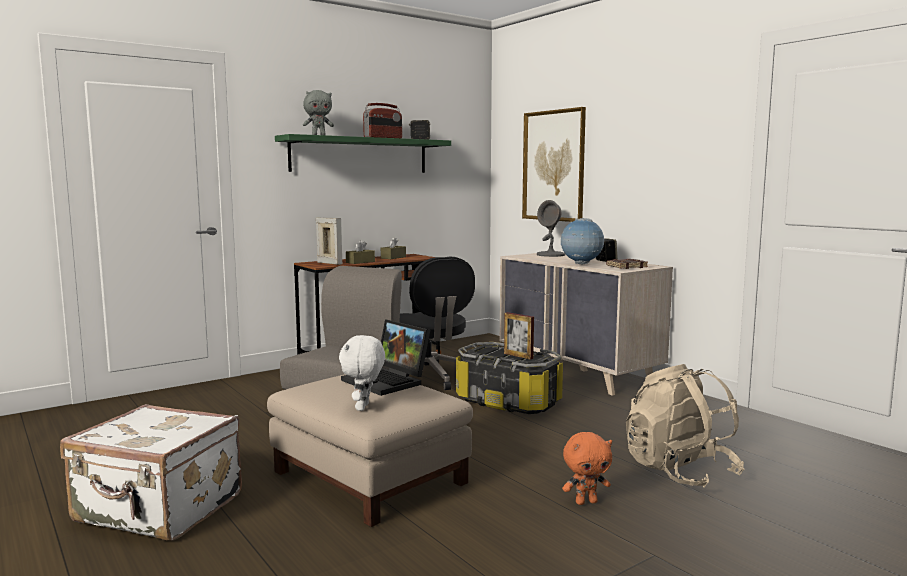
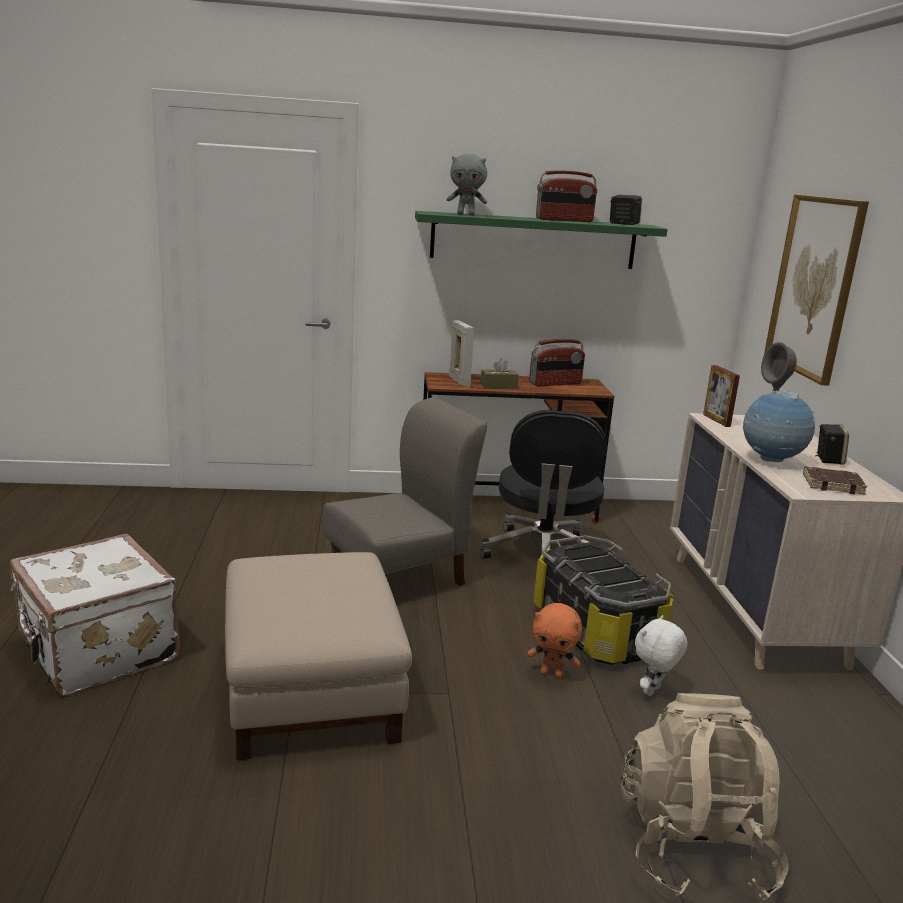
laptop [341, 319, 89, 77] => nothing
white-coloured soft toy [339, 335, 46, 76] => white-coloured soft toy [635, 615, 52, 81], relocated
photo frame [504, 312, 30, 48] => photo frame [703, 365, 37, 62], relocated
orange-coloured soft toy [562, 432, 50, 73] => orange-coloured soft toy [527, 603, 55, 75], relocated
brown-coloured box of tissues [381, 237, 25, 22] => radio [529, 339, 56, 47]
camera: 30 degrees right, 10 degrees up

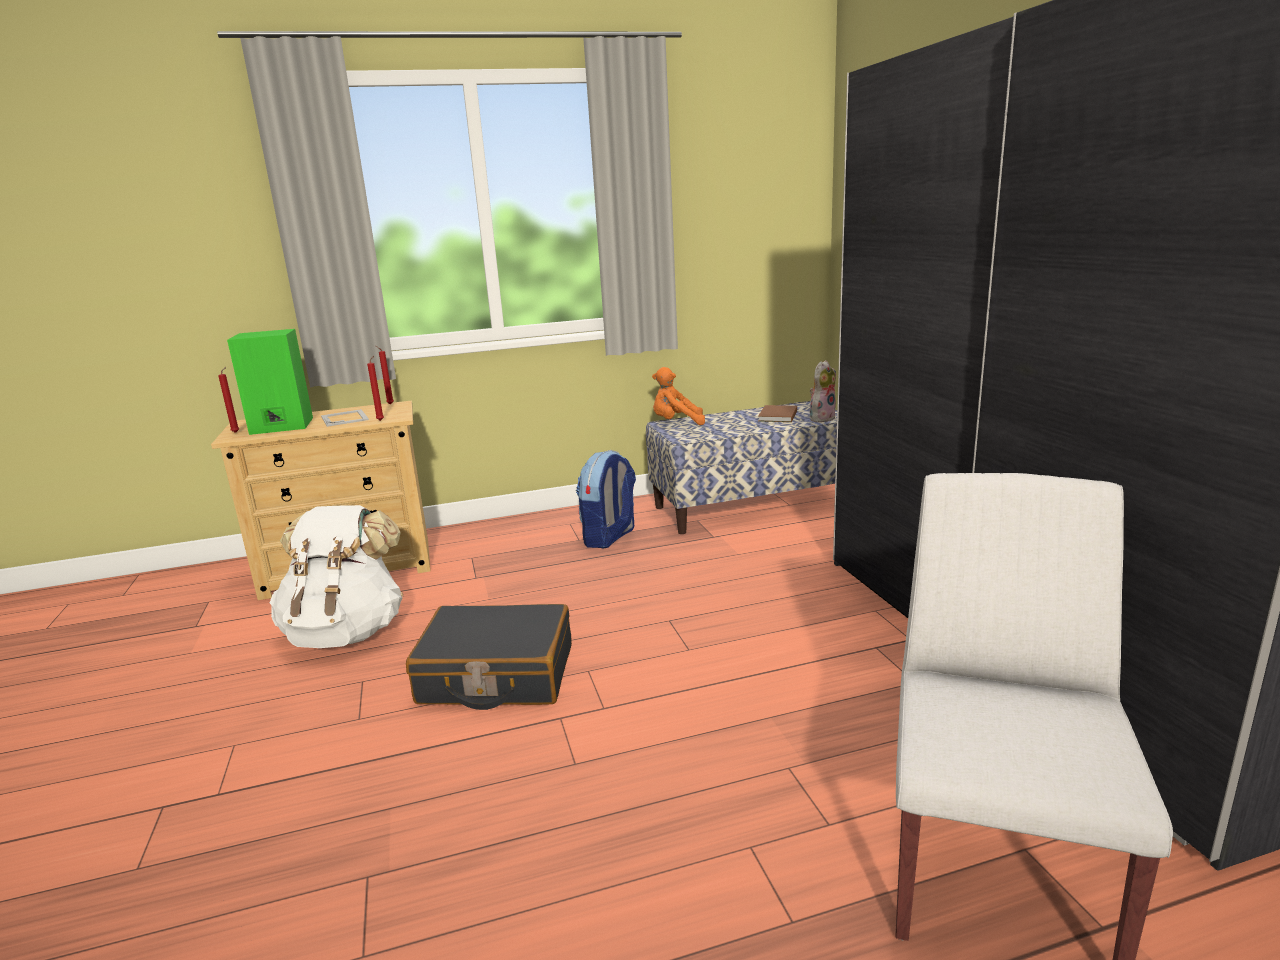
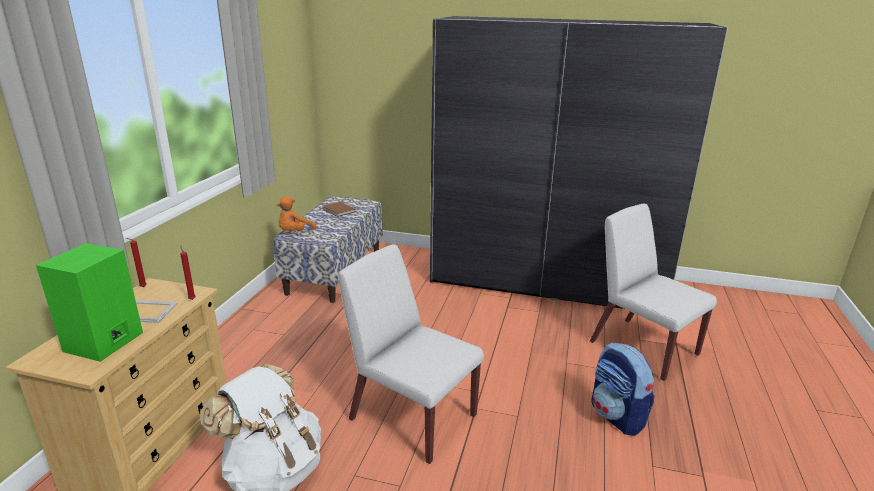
reddish candle [218, 367, 21, 66] => nothing
soft toy [810, 360, 26, 62] => nothing
knapsack [576, 450, 60, 98] => knapsack [591, 342, 63, 94], relocated
black suitcase [406, 604, 166, 106] => white-coloured plain chair [338, 244, 146, 220]
camera: 60 degrees left, 5 degrees up

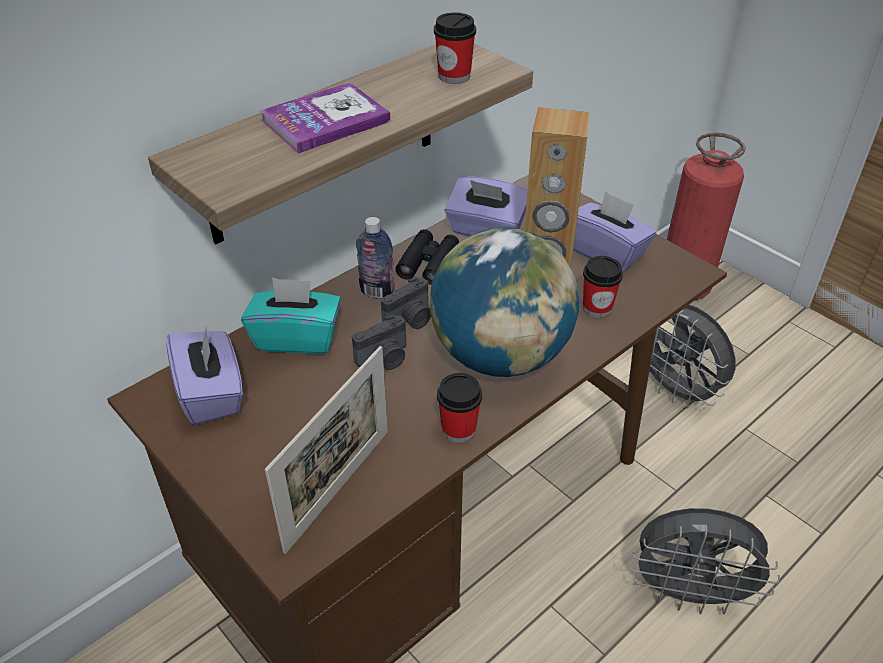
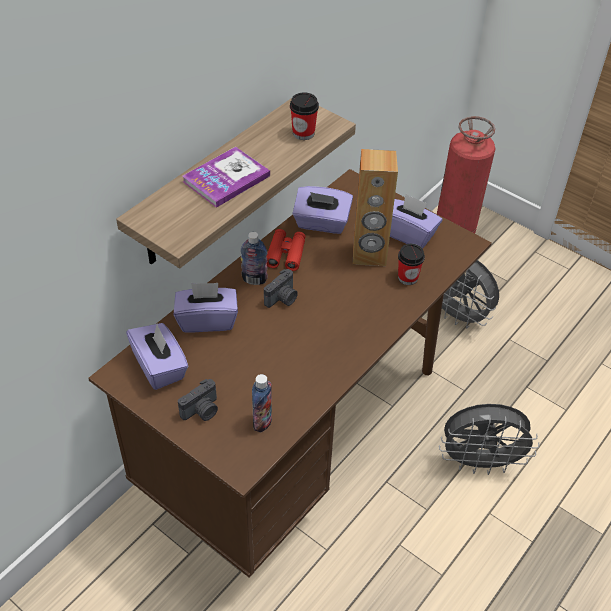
world globe [429, 227, 150, 150] => nothing
drinking cup [437, 373, 45, 70] => nothing
still camera [352, 314, 54, 56] => still camera [178, 379, 40, 42], relocated
photo frame [265, 346, 123, 208] => bottle [252, 374, 20, 58]
turquoise box of tissues [241, 277, 100, 77] => purple box of tissues [174, 283, 64, 50]
black pair of binoculars [395, 229, 64, 56] => reddish pair of binoculars [267, 229, 39, 42]
camera: 10 degrees left, 5 degrees up

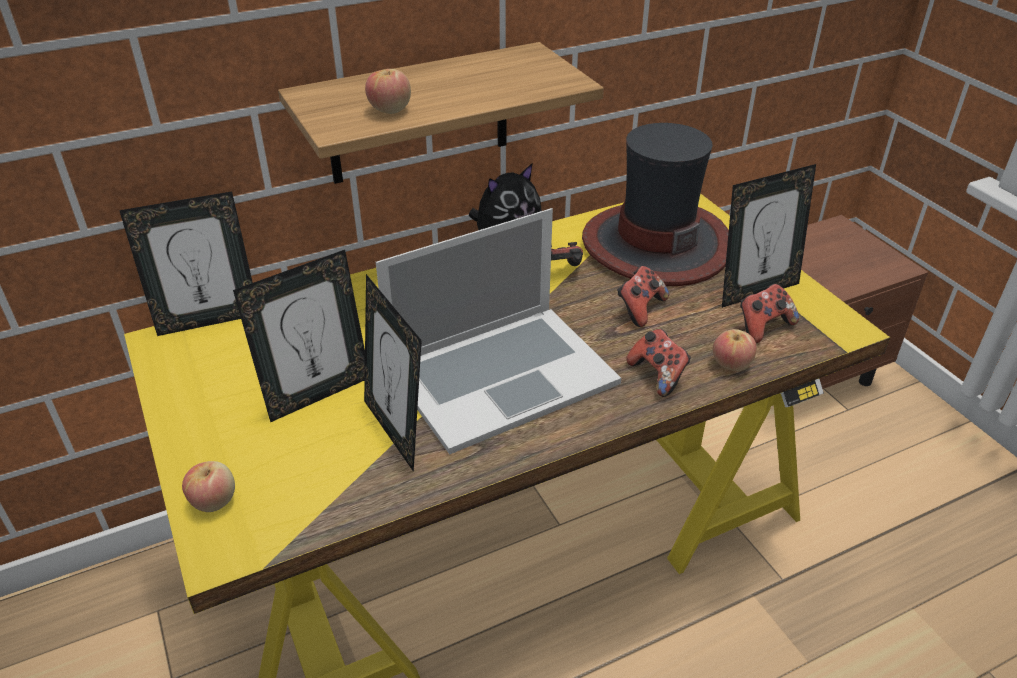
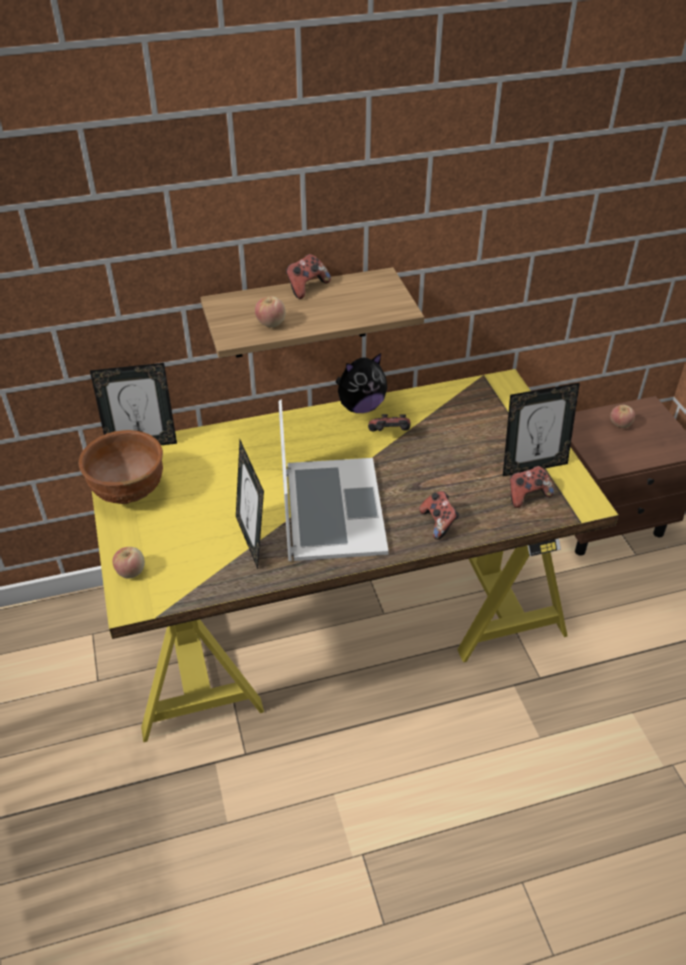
photo frame [233, 250, 132, 172] => nothing
clothing hat [582, 123, 147, 163] => nothing
nothing => brown-coloured bowl [79, 430, 84, 74]
gamepad [617, 266, 52, 61] => gamepad [286, 254, 45, 45], relocated
whole apple [713, 329, 44, 42] => whole apple [610, 405, 25, 23], relocated
laptop [376, 208, 245, 247] => laptop [278, 400, 111, 161], 75 degrees counterclockwise
camera: 10 degrees right, 5 degrees up

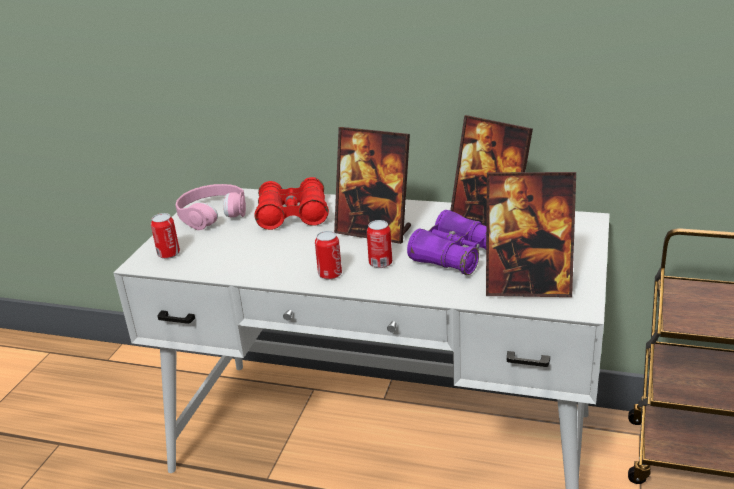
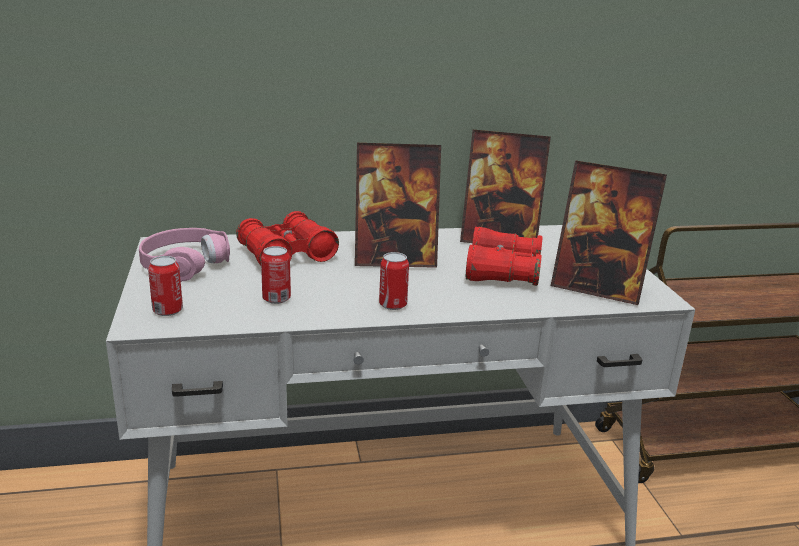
sealed can [367, 220, 25, 48] => sealed can [261, 246, 30, 58], relocated
purple pair of binoculars [407, 210, 79, 65] => reddish pair of binoculars [466, 227, 77, 59]
photo frame [486, 172, 90, 125] => photo frame [551, 161, 116, 144], 45 degrees clockwise
camera: 30 degrees left, 5 degrees down

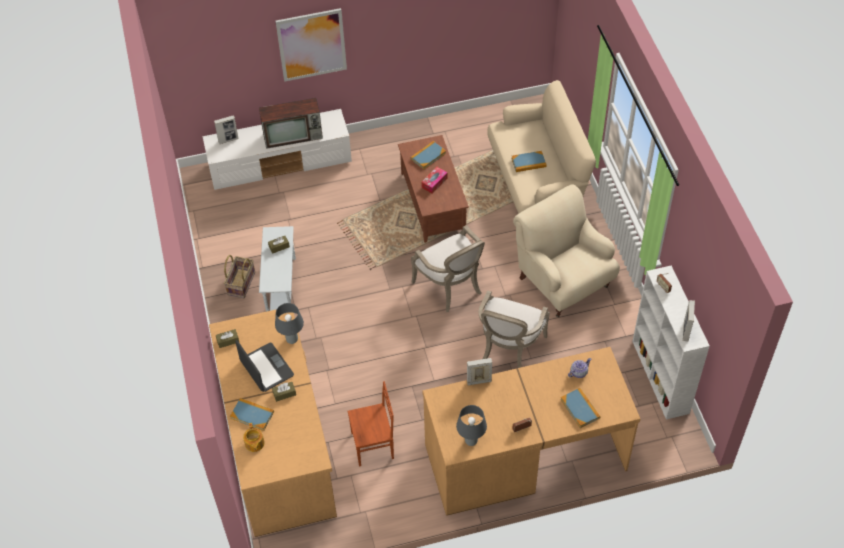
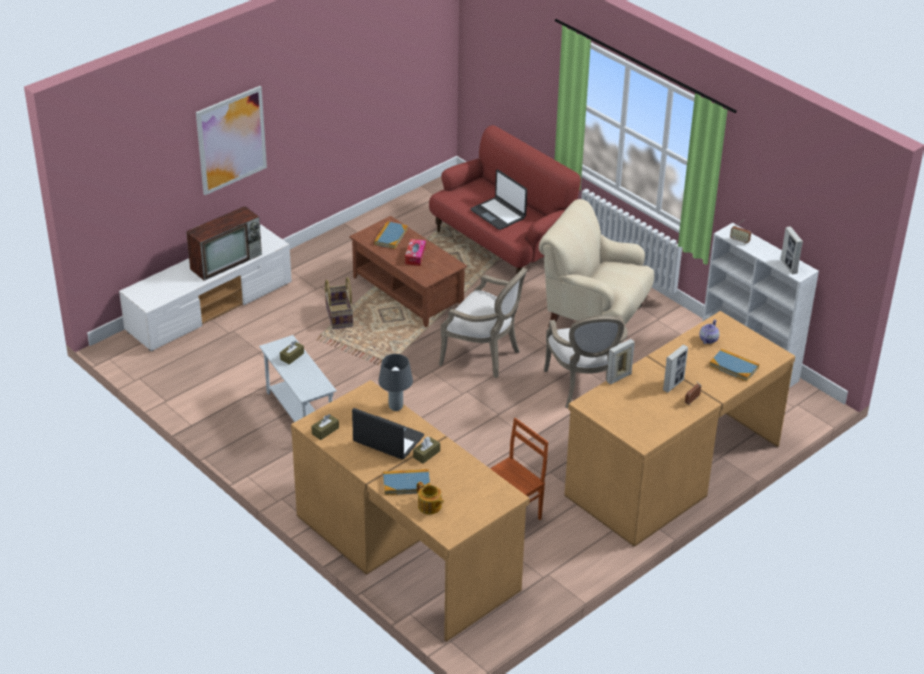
gray table lamp [456, 405, 31, 41] => nothing
photo frame [214, 115, 25, 29] => photo frame [663, 345, 25, 48], relocated
household basket [224, 255, 31, 43] => household basket [324, 277, 29, 52], relocated
book [511, 151, 36, 21] => laptop [470, 170, 57, 60]
beige couch [487, 80, 108, 134] => reddish couch [429, 125, 152, 149]
camera: 30 degrees left, 15 degrees down

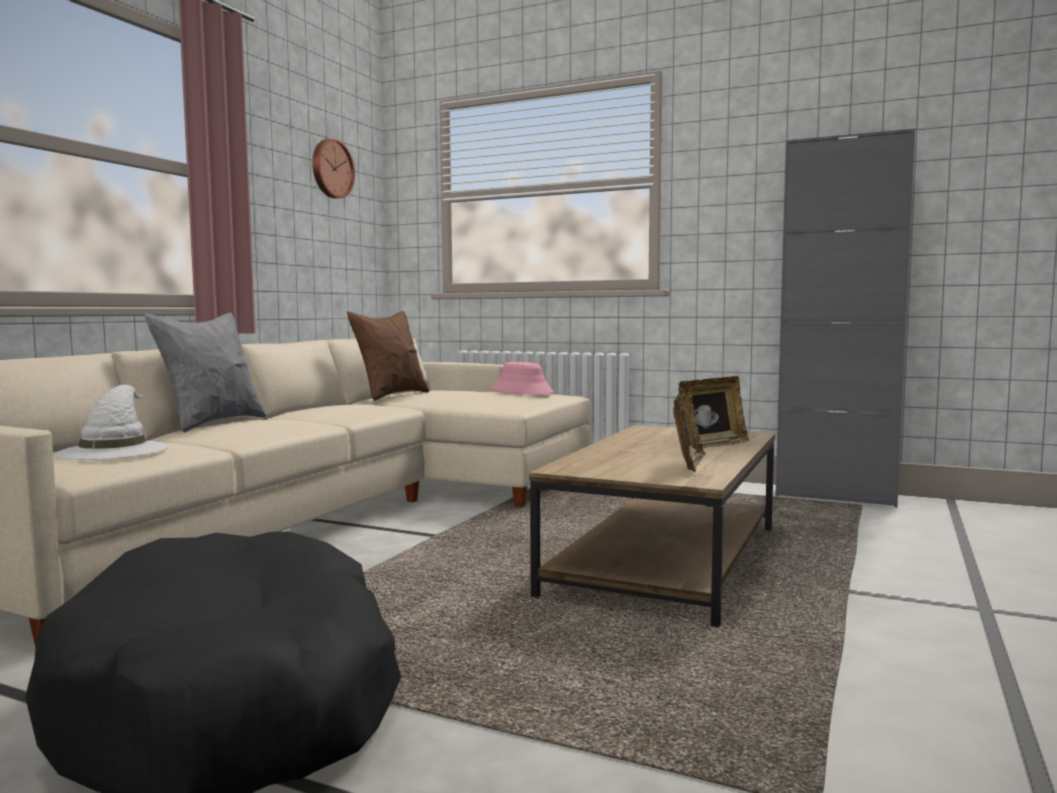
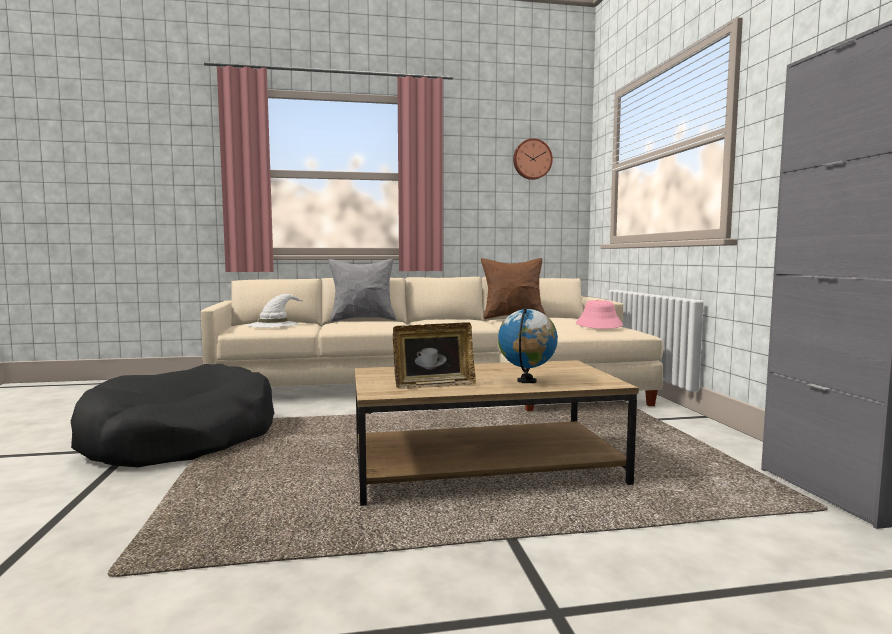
photo frame [678, 376, 71, 72] => world globe [498, 308, 60, 75]
camera: 55 degrees right, 0 degrees up

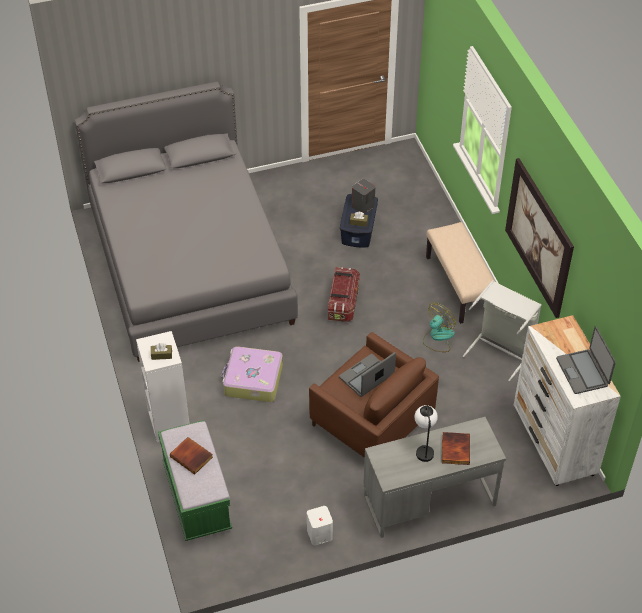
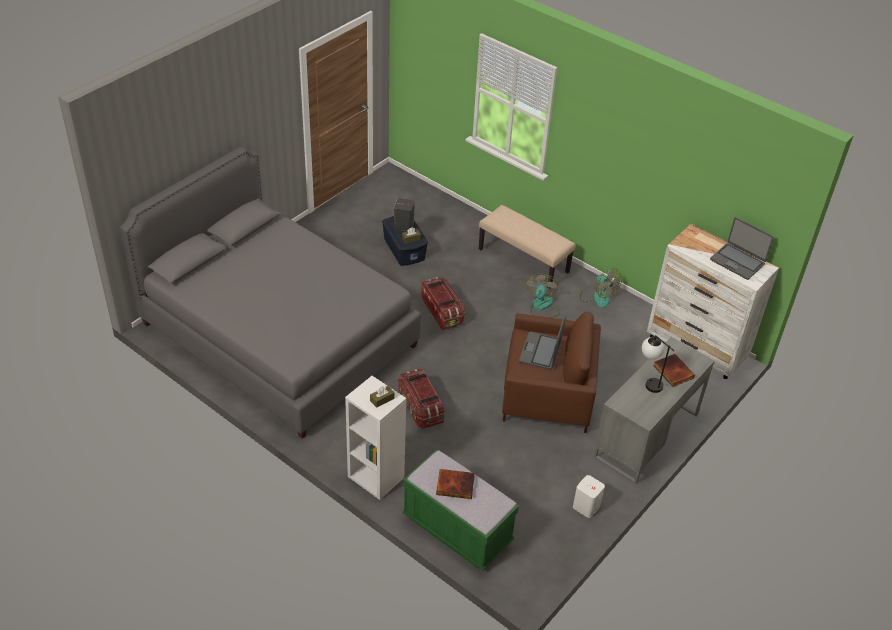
picture [505, 158, 69, 160] => nothing
suitcase [221, 346, 62, 56] => storage bin [398, 368, 47, 61]
gray laundry basket [463, 280, 79, 101] => fan [580, 268, 42, 40]
camera: 35 degrees left, 5 degrees down

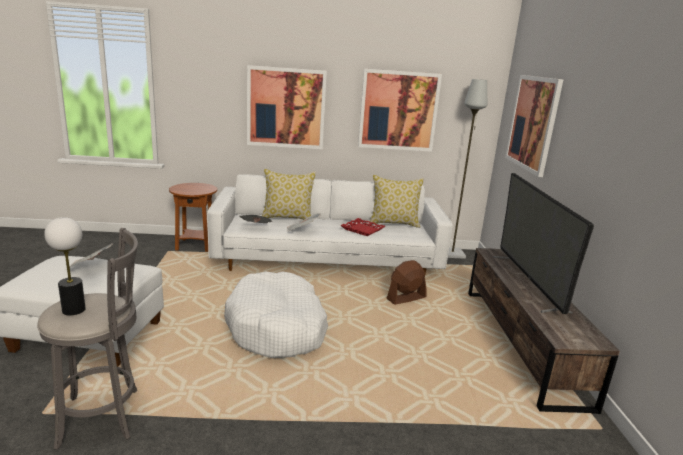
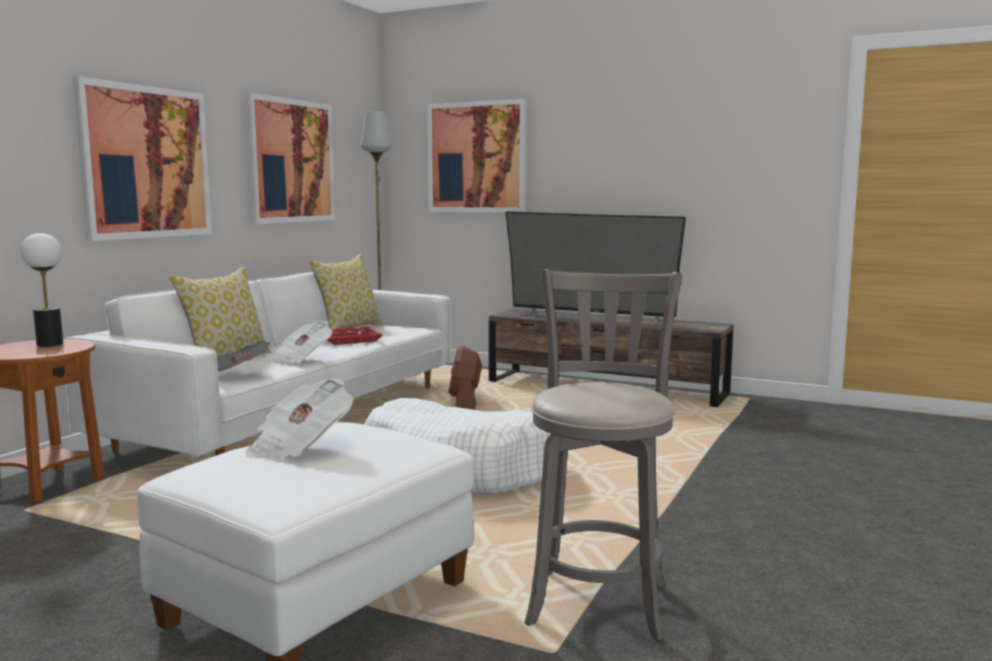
table lamp [44, 217, 42, 98] => table lamp [21, 233, 42, 114], relocated
camera: 60 degrees left, 10 degrees down

